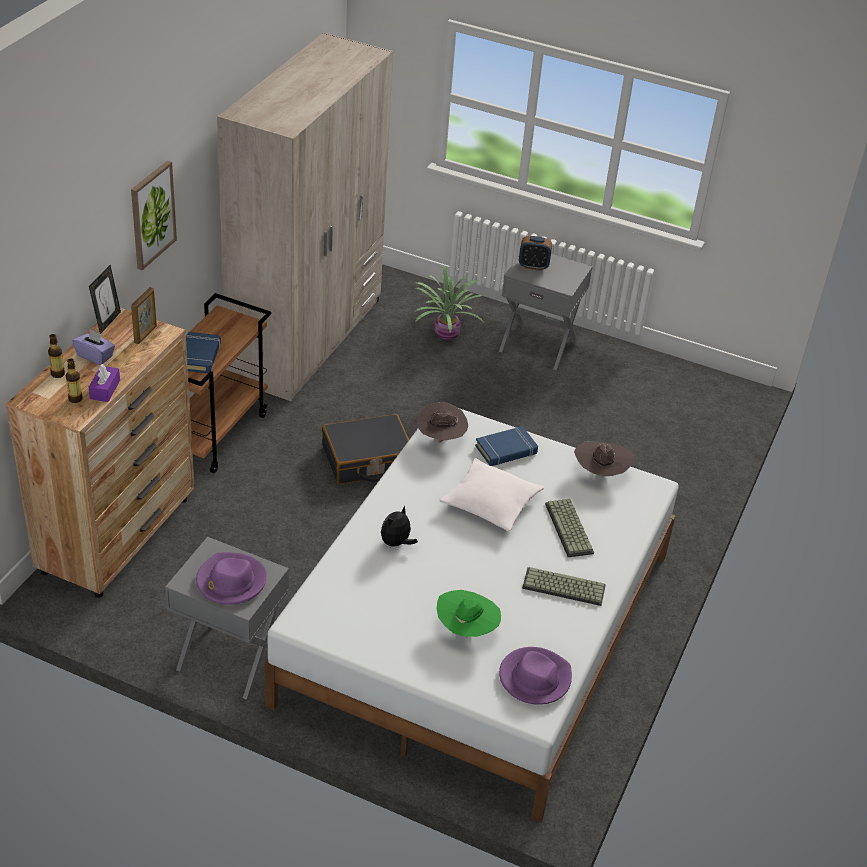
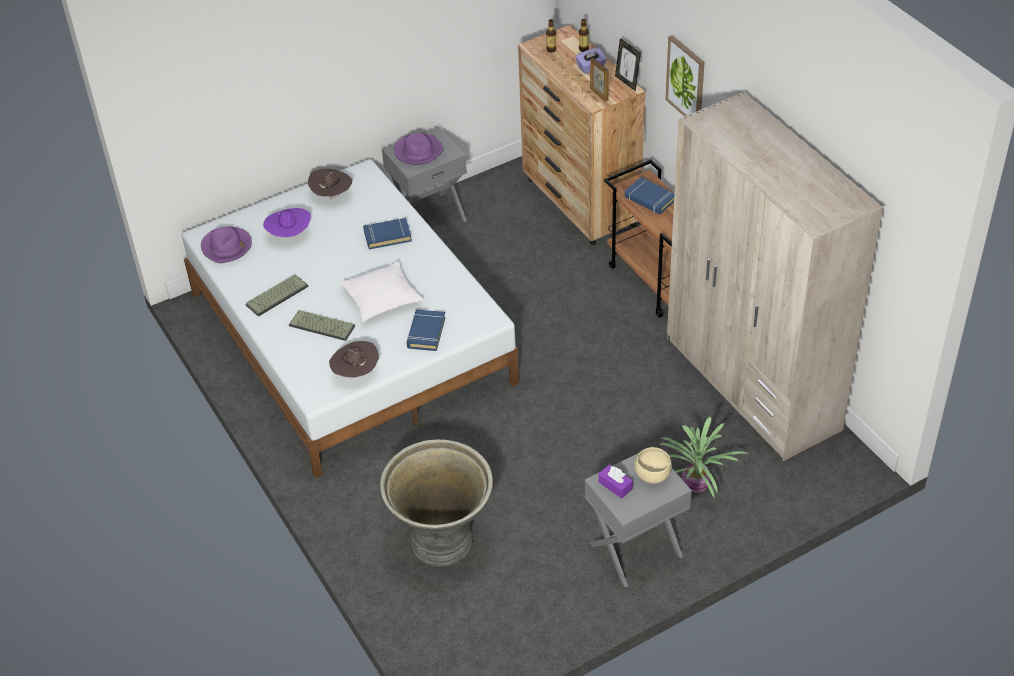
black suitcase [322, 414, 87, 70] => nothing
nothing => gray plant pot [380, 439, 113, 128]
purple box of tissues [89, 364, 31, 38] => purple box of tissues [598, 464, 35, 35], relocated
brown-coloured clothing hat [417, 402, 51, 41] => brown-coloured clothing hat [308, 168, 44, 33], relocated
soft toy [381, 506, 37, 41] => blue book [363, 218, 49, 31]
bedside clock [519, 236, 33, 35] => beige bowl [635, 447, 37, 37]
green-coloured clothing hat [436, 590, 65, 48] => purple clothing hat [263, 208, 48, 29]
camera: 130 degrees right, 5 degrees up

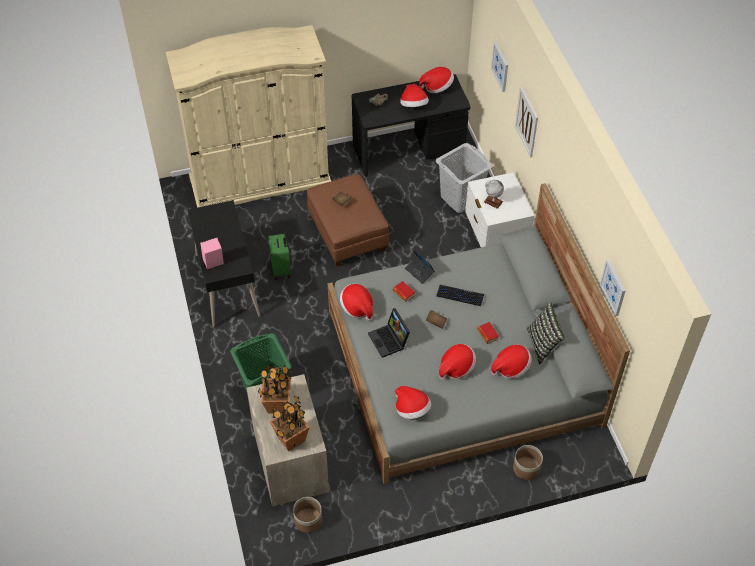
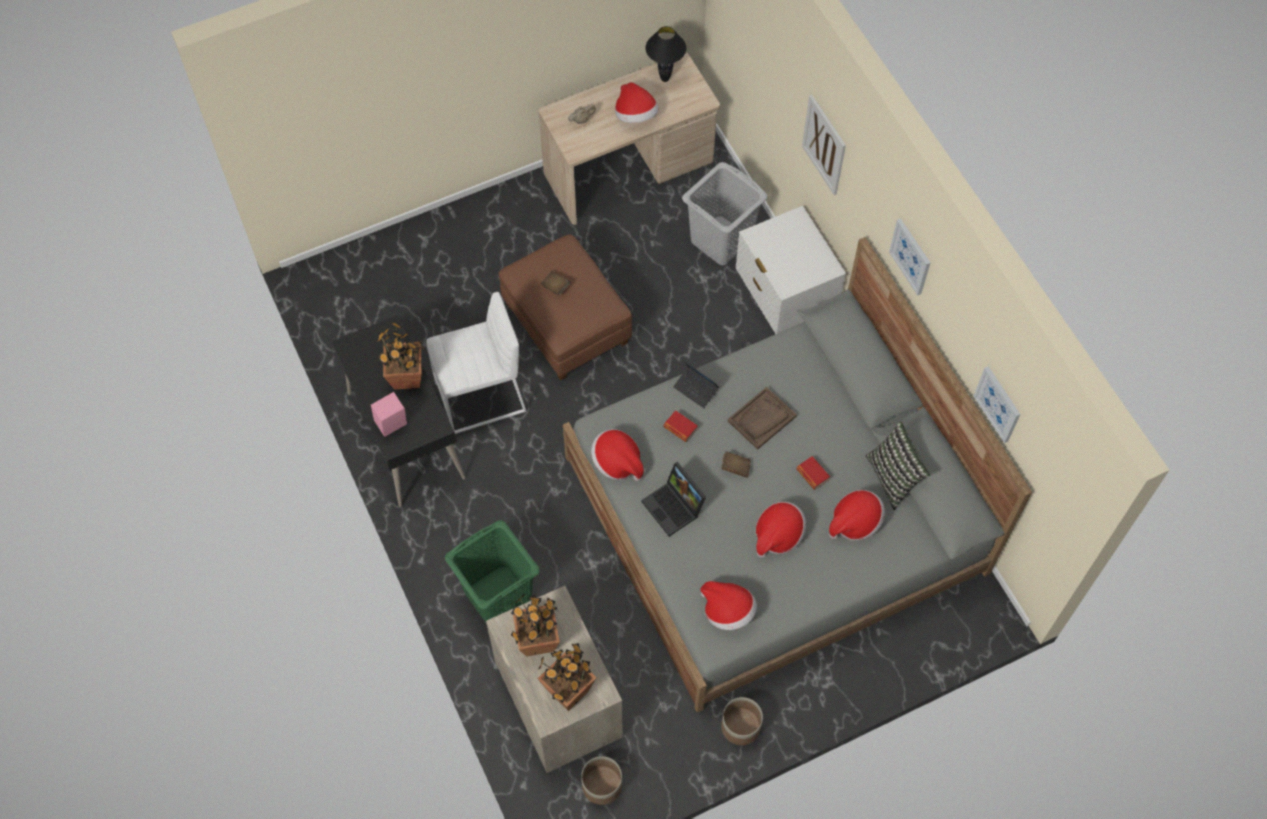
beige armoire [166, 25, 165, 183] => nothing
world globe [484, 180, 20, 29] => nothing
nothing => houseplant [376, 321, 49, 69]
picture [491, 42, 17, 50] => picture [889, 219, 41, 76], relocated
plant pot [513, 445, 30, 35] => plant pot [721, 697, 42, 48], relocated
green-coloured suitcase [268, 231, 23, 49] => white-coloured stool seat [426, 292, 101, 142]
clothing hat [419, 67, 35, 26] => black table lamp [646, 26, 40, 56]
PC keyboard [436, 285, 48, 21] => brown-coloured tray [728, 387, 69, 63]
black desk table [352, 74, 119, 103] => beige desk table [538, 53, 182, 172]
camera: 10 degrees left, 10 degrees up

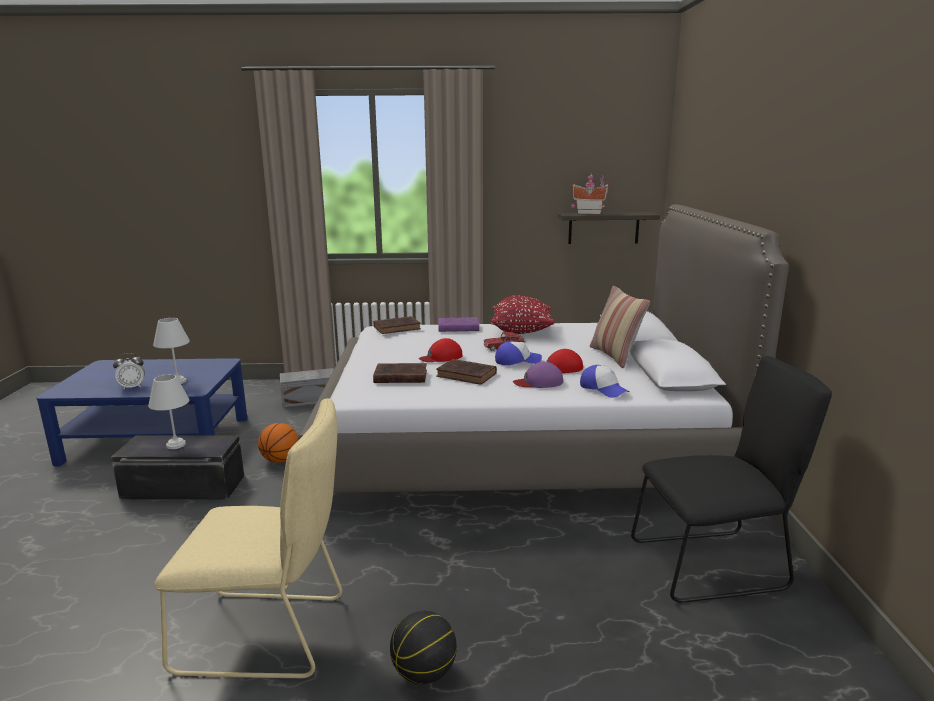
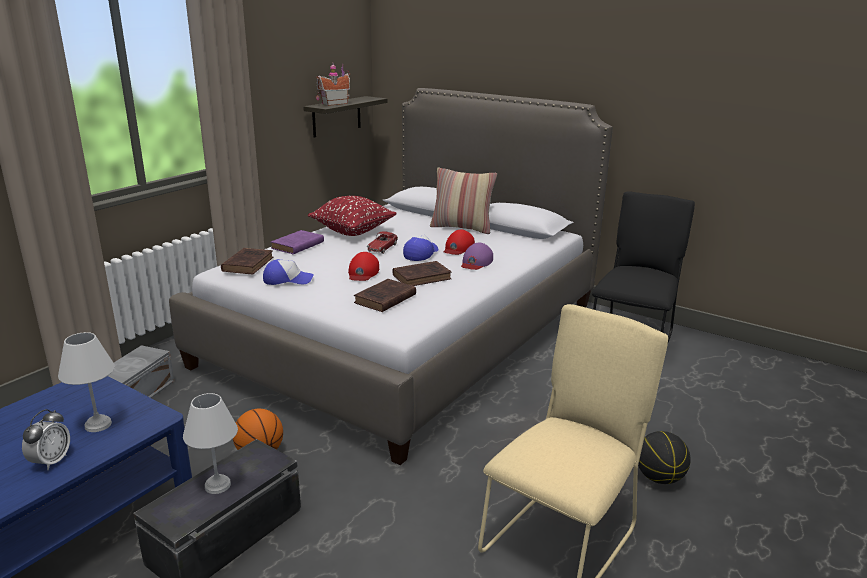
cap [580, 365, 49, 33] => cap [263, 259, 51, 26], relocated
camera: 55 degrees left, 5 degrees up

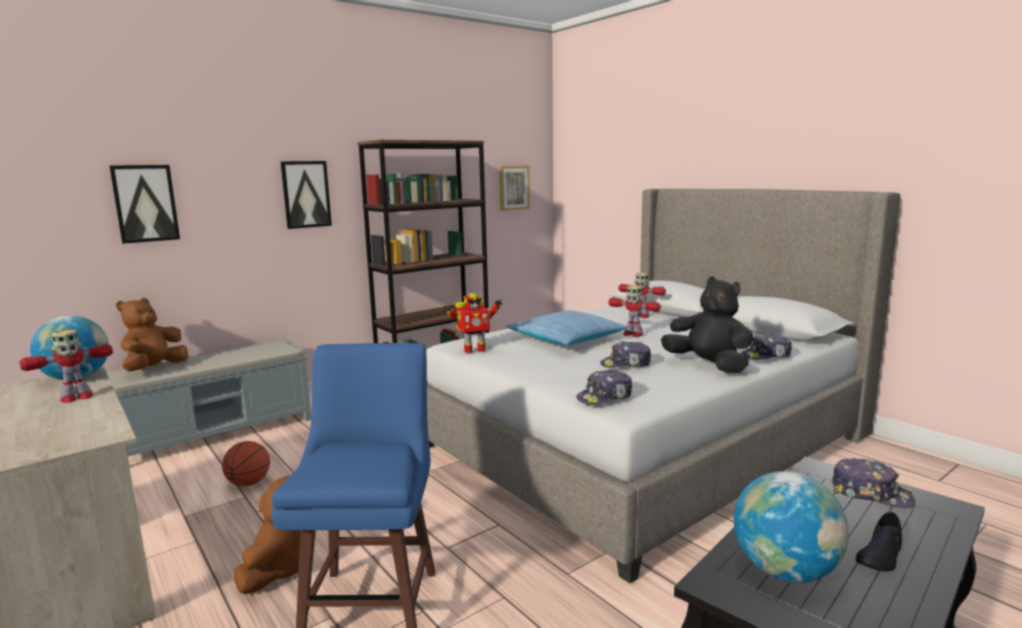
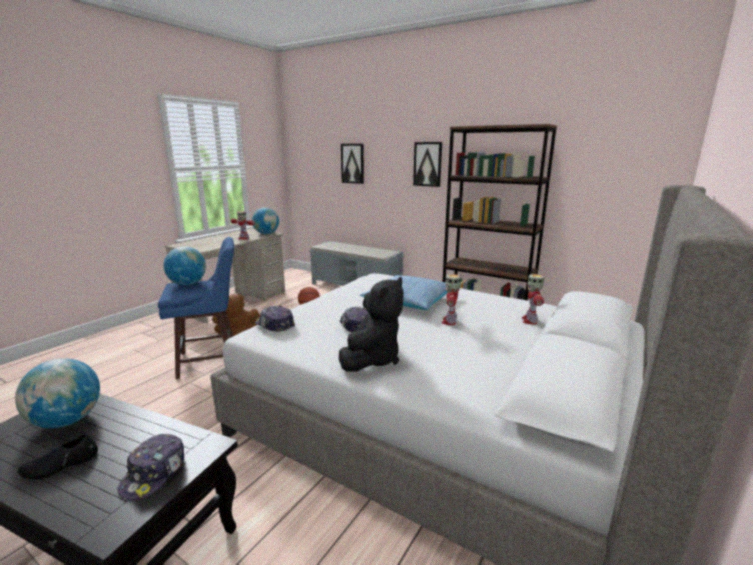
brown-coloured soft toy [116, 298, 72, 73] => nothing
model robot [443, 293, 59, 60] => nothing
picture [499, 166, 31, 45] => nothing
cap [741, 334, 51, 26] => nothing
nothing => world globe [164, 247, 42, 38]
black shoe [856, 512, 46, 59] => black shoe [17, 434, 81, 45], 60 degrees counterclockwise
camera: 70 degrees right, 5 degrees up

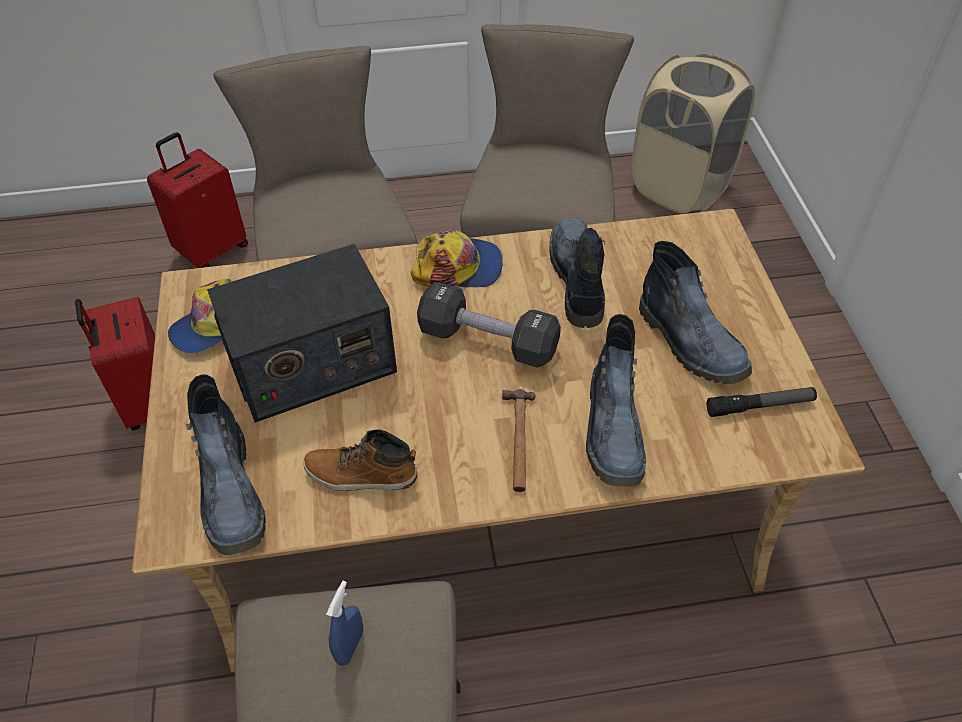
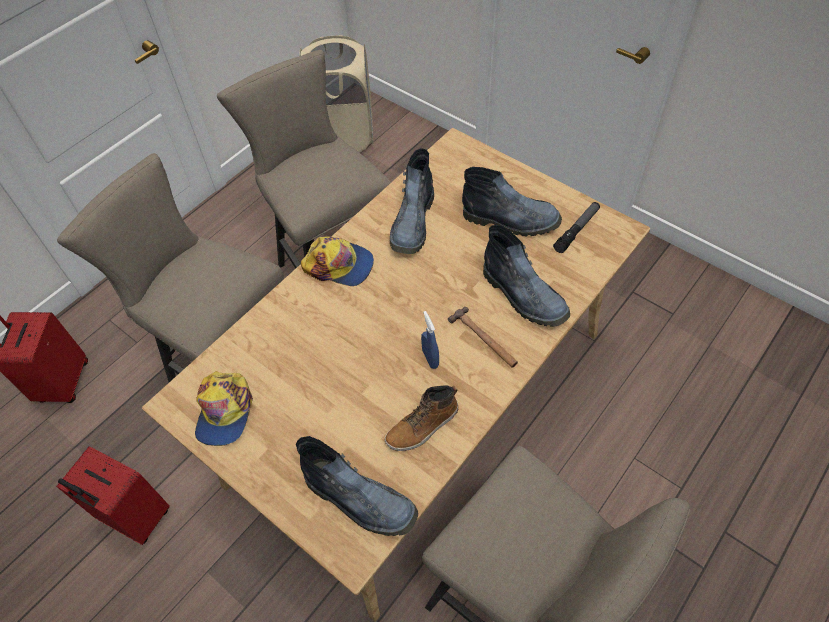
radio [207, 244, 190, 179] => nothing
black hand weight [417, 282, 144, 86] => nothing
blue hand sprayer [326, 580, 37, 86] => blue hand sprayer [421, 311, 18, 58], relocated
cap [411, 230, 92, 58] => cap [301, 237, 73, 49], 60 degrees clockwise
boot [549, 218, 56, 110] => boot [390, 149, 44, 105], 120 degrees counterclockwise
camera: 40 degrees left, 5 degrees up

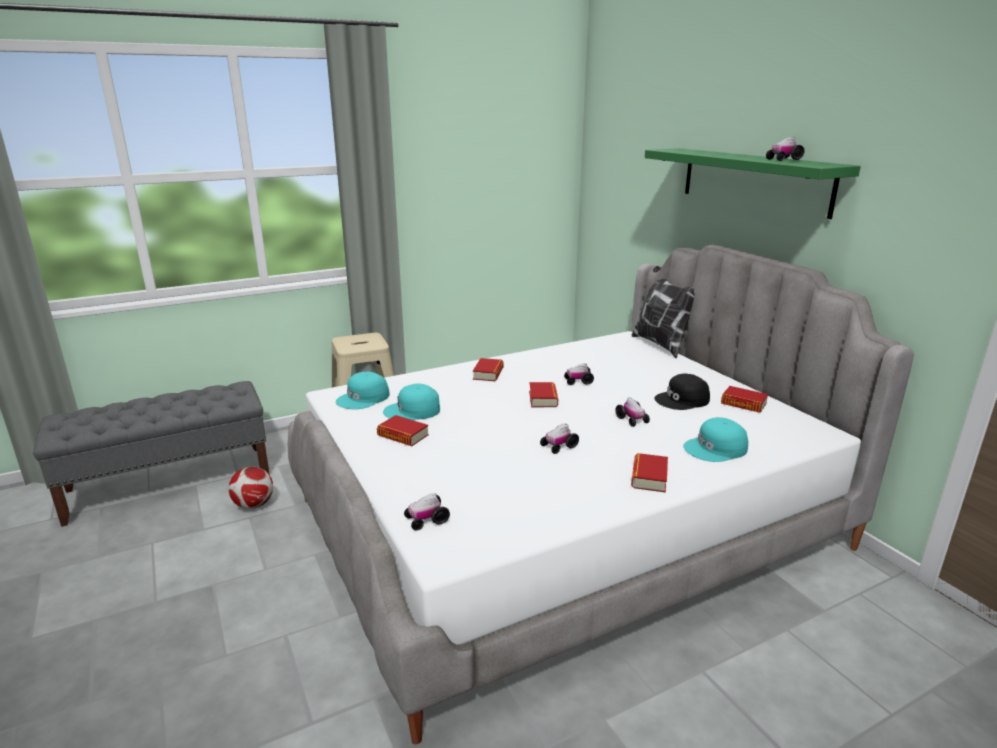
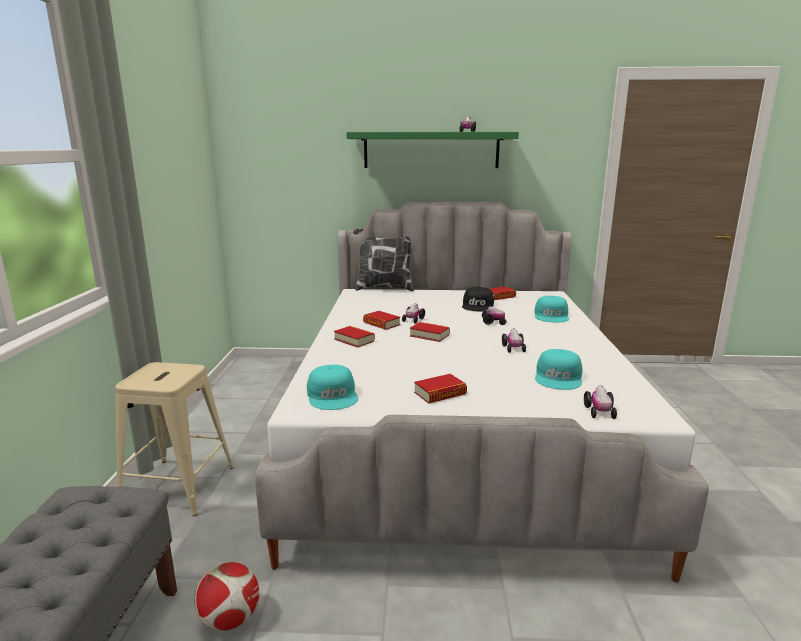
turquoise cap [383, 384, 57, 36] => turquoise cap [535, 349, 48, 41], relocated
book [631, 453, 37, 39] => book [363, 311, 37, 19], relocated
camera: 60 degrees left, 5 degrees down

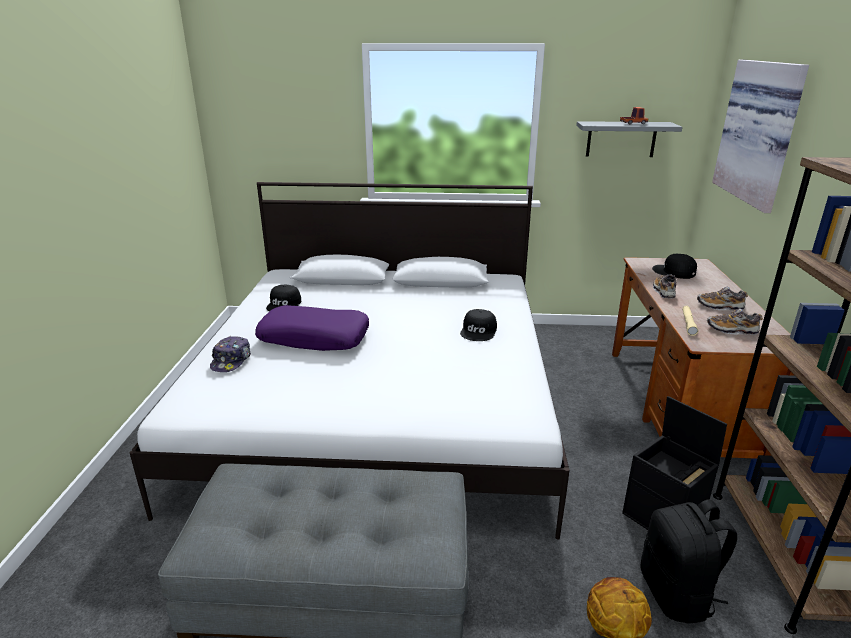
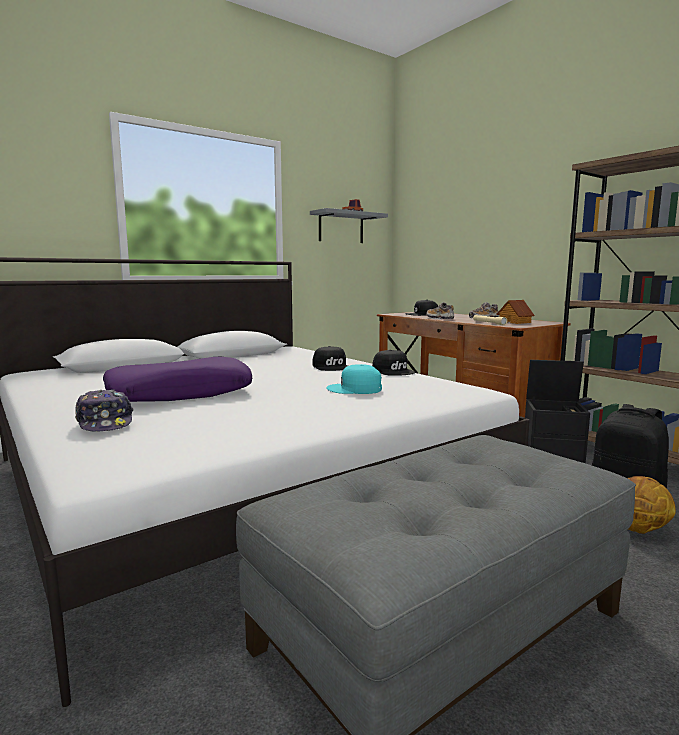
picture [712, 60, 97, 153] => nothing
nothing => turquoise cap [326, 364, 56, 30]
black cap [266, 285, 35, 26] => black cap [372, 350, 44, 26], relocated
shoe [707, 308, 56, 27] => miniature house [496, 300, 38, 24]
camera: 40 degrees left, 15 degrees down

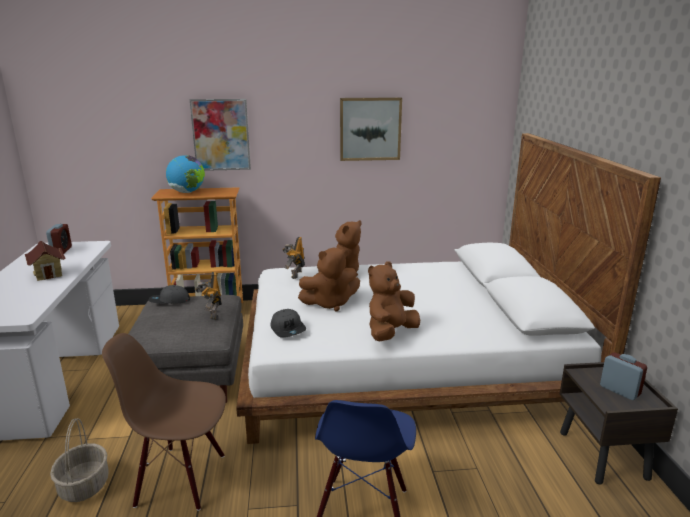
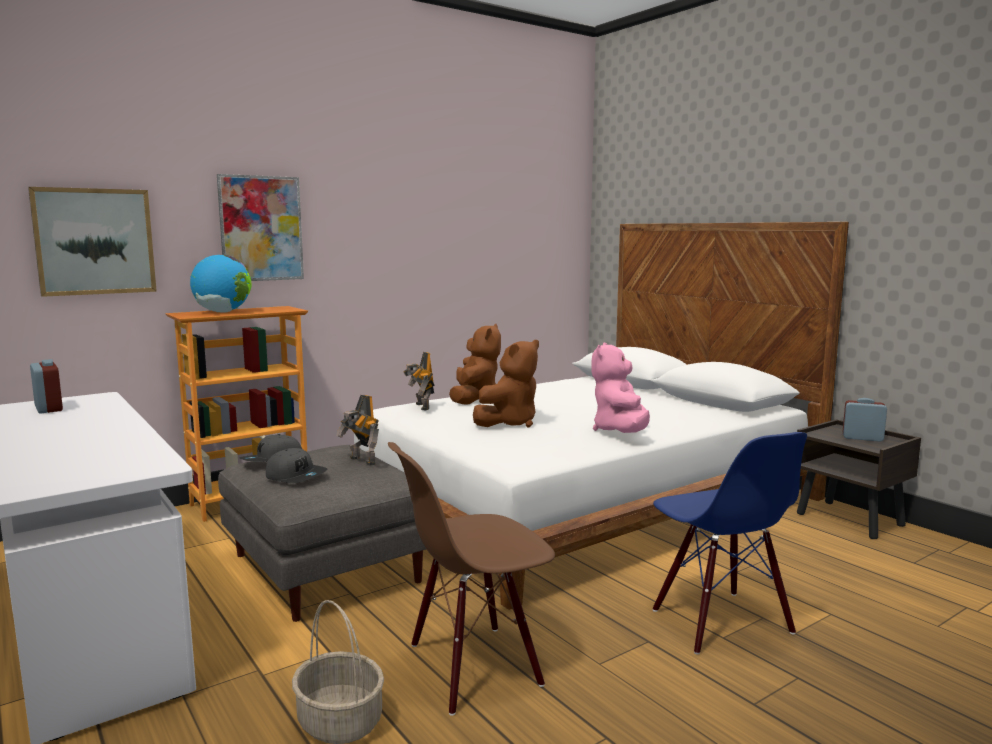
miniature house [25, 241, 41, 40] => nothing
gray cap [271, 309, 35, 29] => gray cap [266, 448, 61, 35], relocated
picture [340, 97, 62, 64] => picture [28, 187, 129, 110], relocated
brown-coloured soft toy [368, 261, 52, 81] => pink-coloured soft toy [591, 343, 59, 90]
camera: 30 degrees left, 10 degrees down

